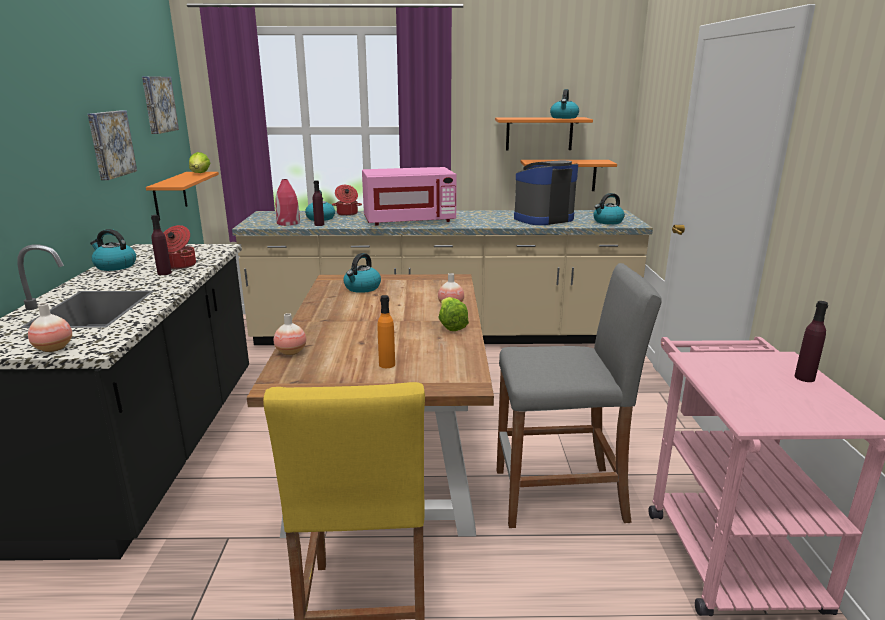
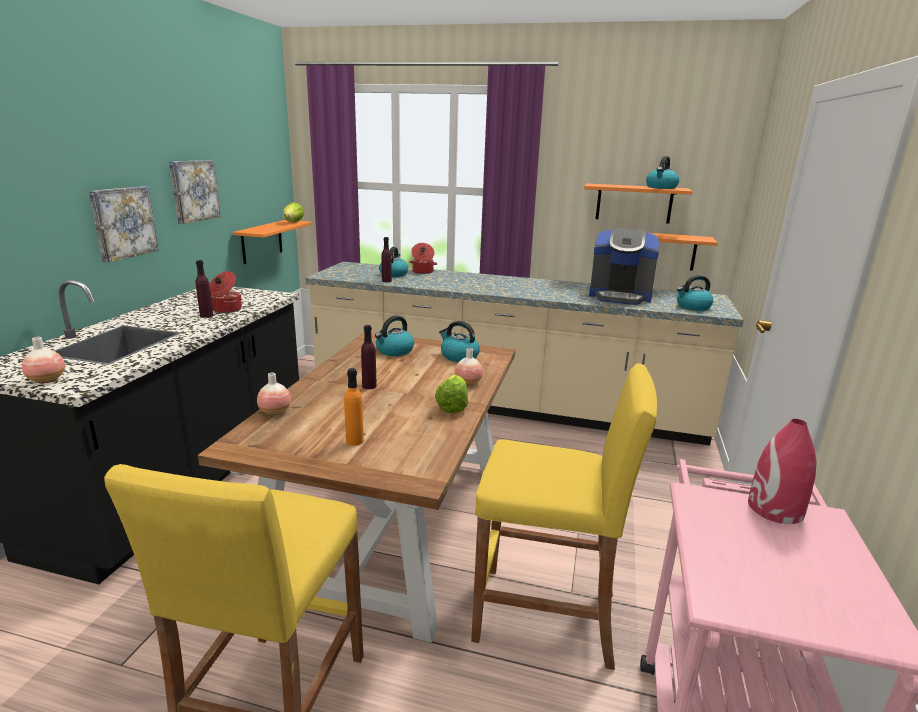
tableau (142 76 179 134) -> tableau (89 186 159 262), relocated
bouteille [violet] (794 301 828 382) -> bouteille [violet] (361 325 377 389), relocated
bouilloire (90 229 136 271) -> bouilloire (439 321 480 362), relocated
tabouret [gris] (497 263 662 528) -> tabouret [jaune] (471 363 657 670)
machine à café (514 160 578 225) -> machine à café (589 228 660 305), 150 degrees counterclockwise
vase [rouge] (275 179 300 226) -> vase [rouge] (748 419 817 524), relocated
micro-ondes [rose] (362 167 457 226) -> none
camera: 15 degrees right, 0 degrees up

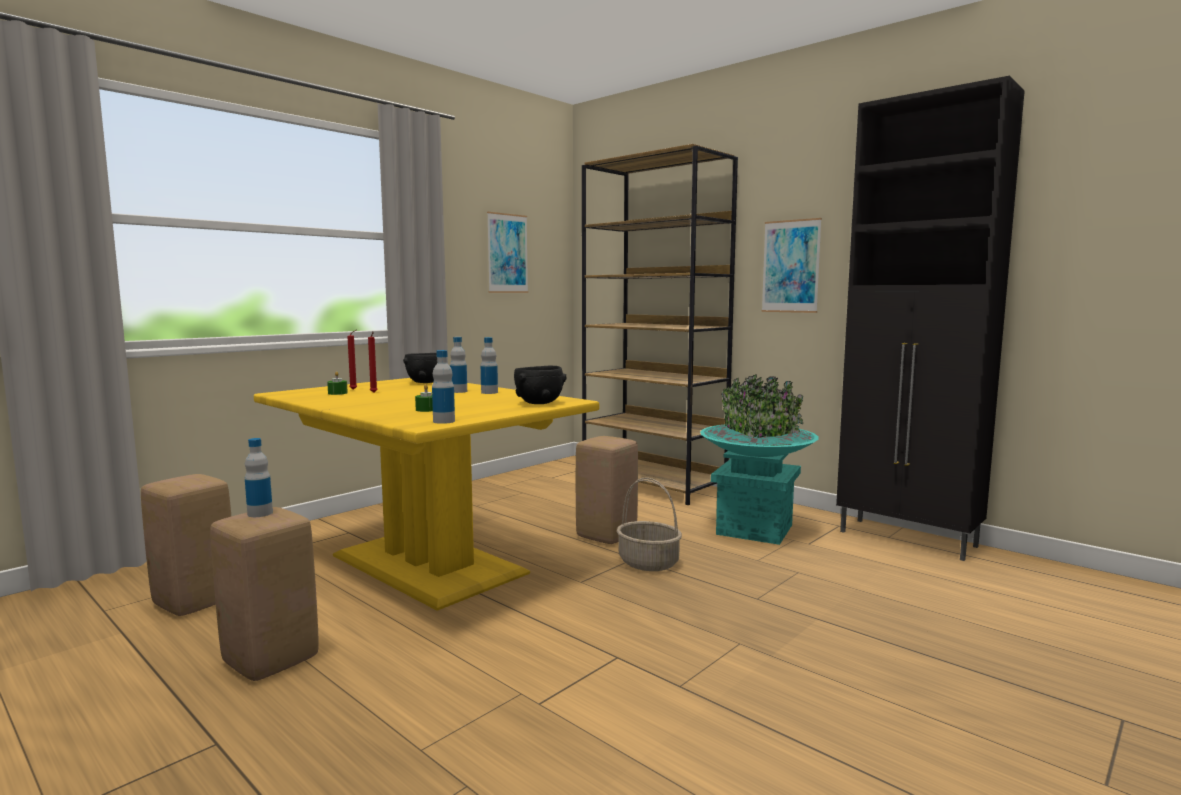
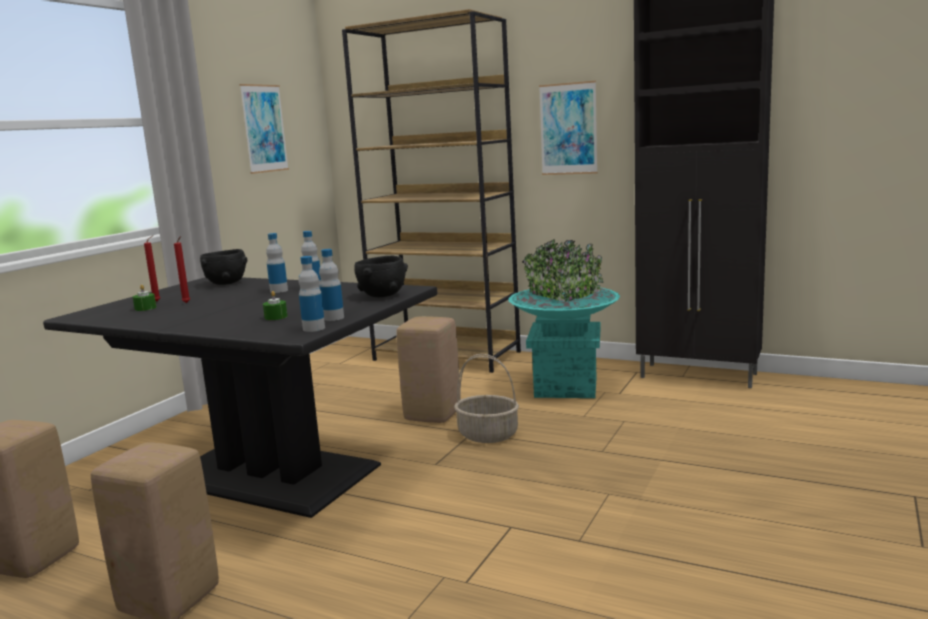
table à manger [jaune] (254 378 599 611) -> table à manger [noir] (43 277 437 518)
bouteille (245 438 273 517) -> bouteille (319 249 344 321), relocated
camera: 15 degrees left, 5 degrees up

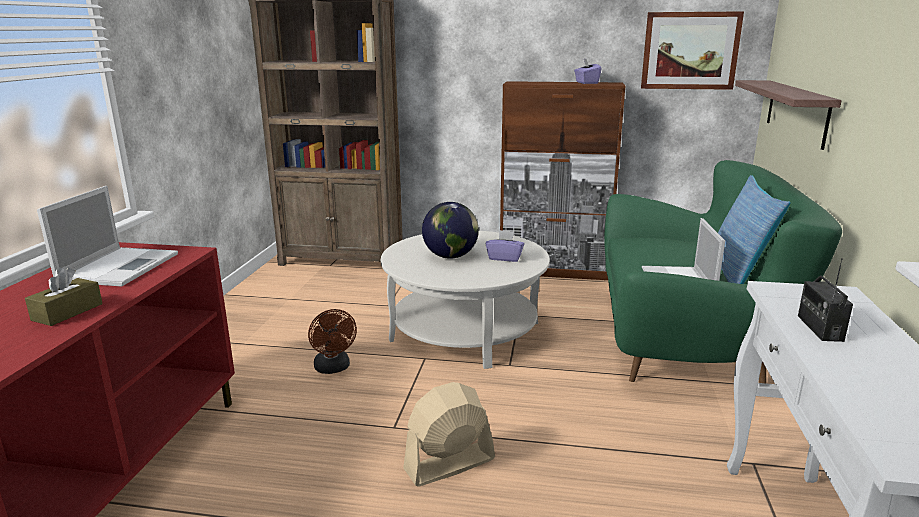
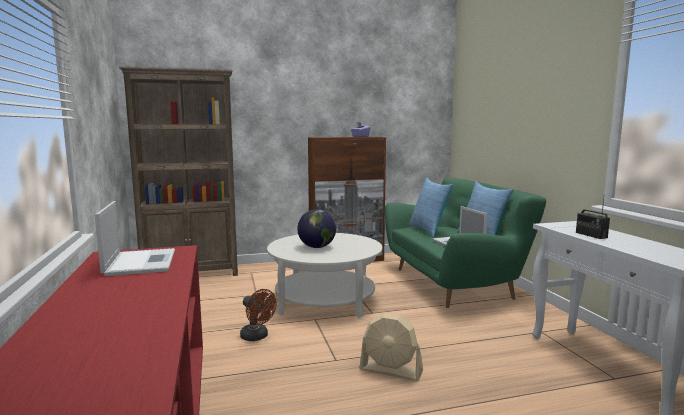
ventilateur [beige] (403 382 495 486) -> ventilateur [beige] (360 313 423 381), 105 degrees counterclockwise
none -> coussin (409 177 453 238)
boîte à mouchoirs [marron] (25 267 103 326) -> none
boîte à mouchoirs [violet] (486 230 524 262) -> none
tableau (641 11 744 90) -> none
étagère (735 80 842 150) -> none
camera: 25 degrees left, 10 degrees down

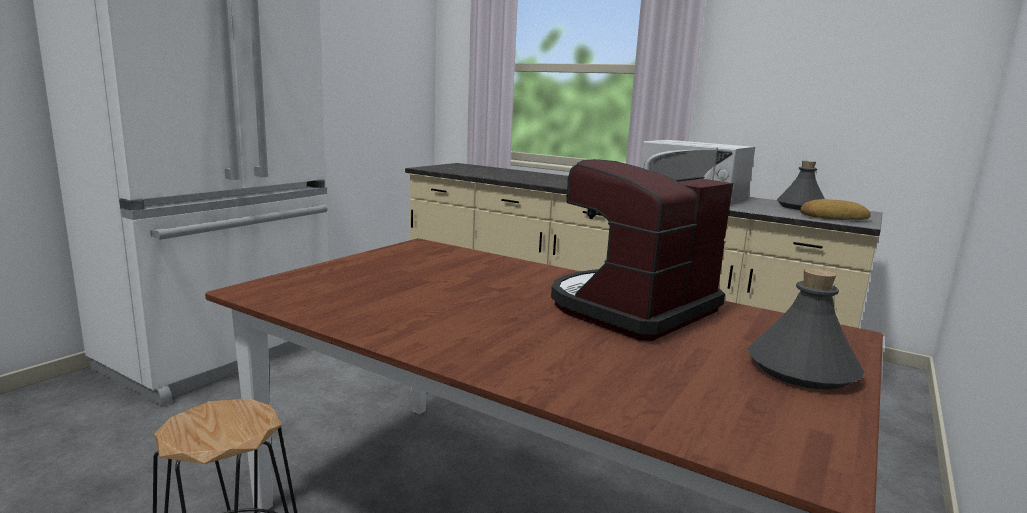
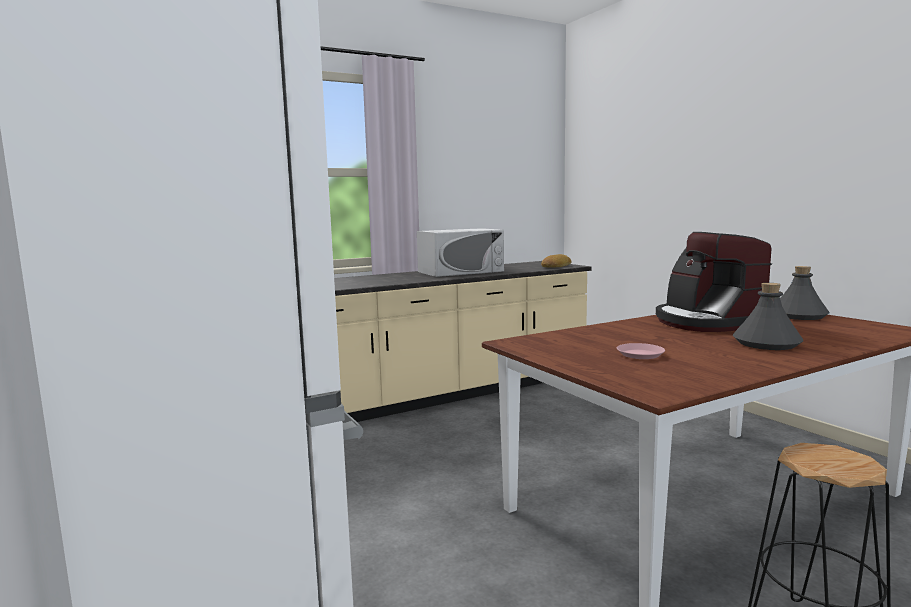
none -> assiette [rose] (617 343 665 359)
bouteille [gris] (777 161 825 210) -> bouteille [gris] (733 283 803 350), relocated
camera: 60 degrees left, 5 degrees down

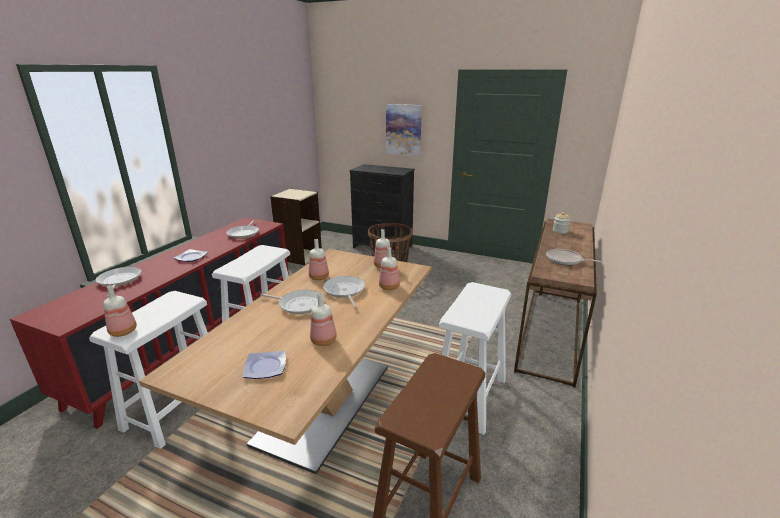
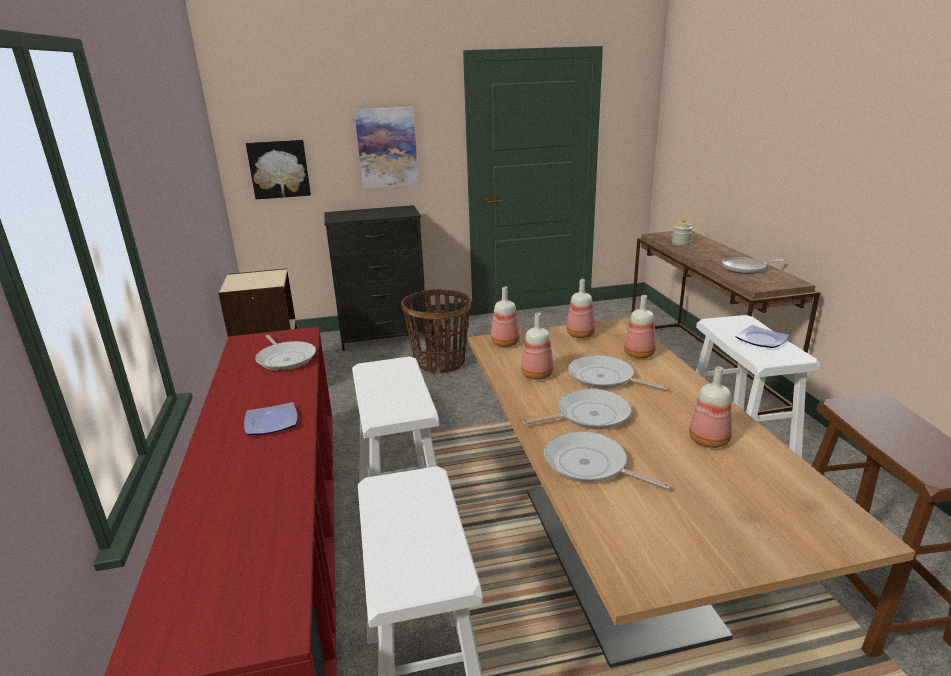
none -> tableau (246 140 311 199)
bouteille (103 285 137 337) -> bouteille (491 287 520 347), relocated
poêle (96 267 142 297) -> poêle (544 431 671 489), relocated
assiette (243 351 286 379) -> assiette (735 325 789 348), relocated
camera: 35 degrees left, 0 degrees up

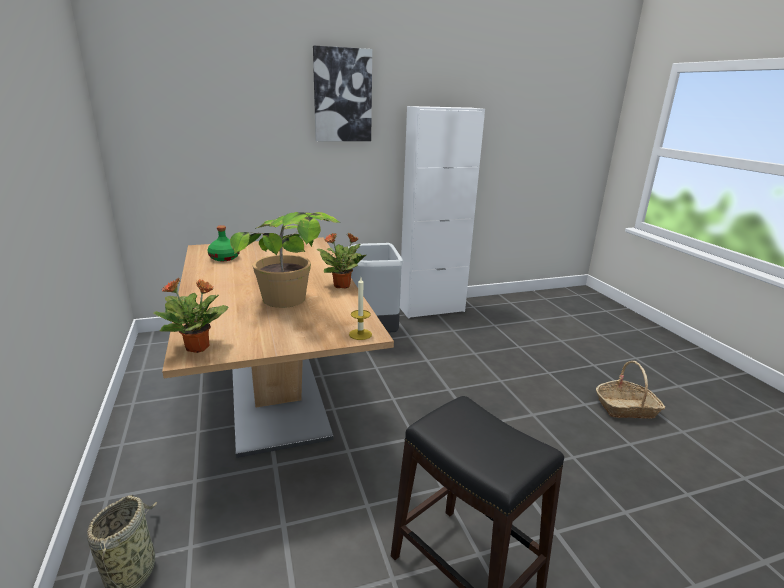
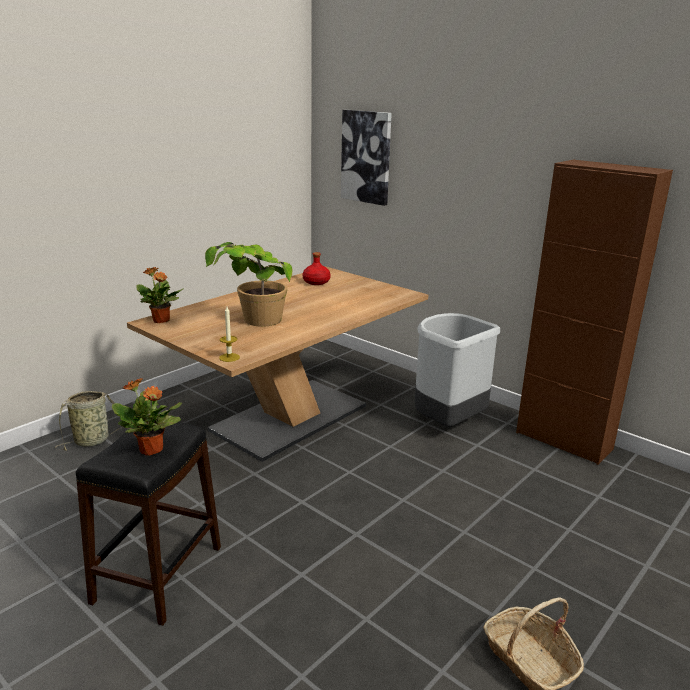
plante en pot (317 232 366 288) -> plante en pot (112 378 182 456), relocated
bouteille [vert] (207 225 240 261) -> bouteille [rouge] (303 252 331 285)
tableau (313 46 372 141) -> tableau (341 110 392 206), relocated
meuble de rangement [blanc] (400 106 485 319) -> meuble de rangement [marron] (516 160 673 465)
camera: 60 degrees right, 0 degrees up

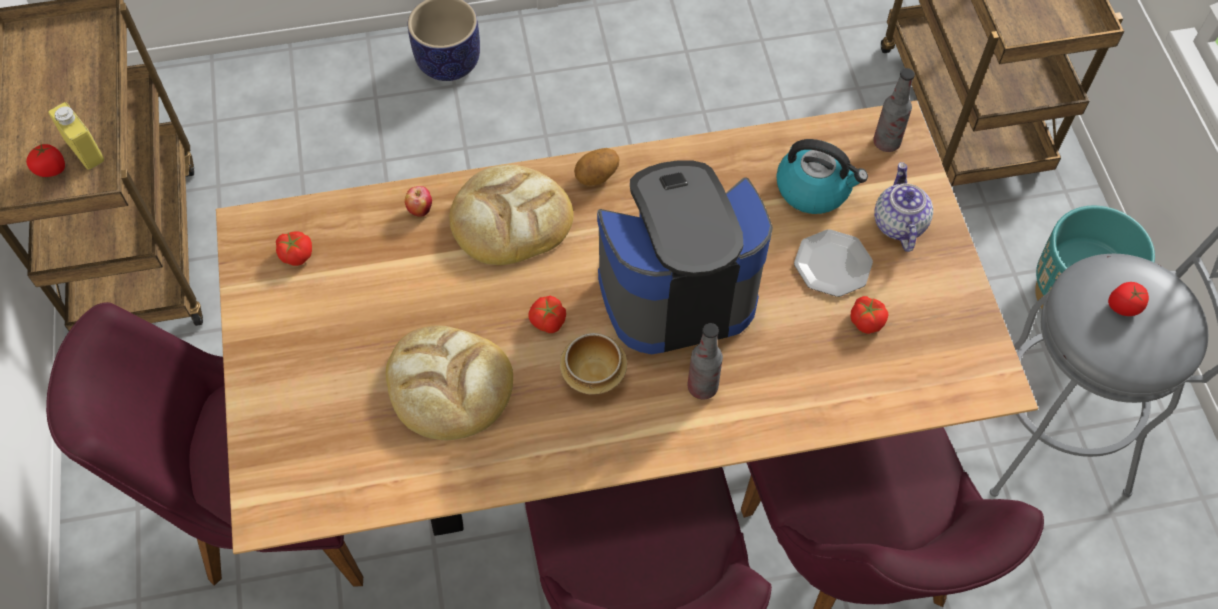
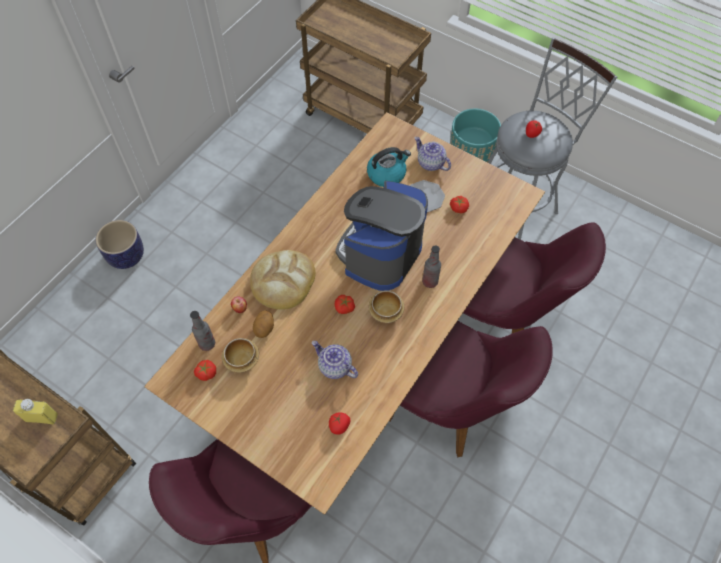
bouteille (873 68 915 152) -> bouteille (190 311 215 351), relocated
none -> bol (222 338 259 373)
pomme de terre (574 148 619 186) -> pomme de terre (253 310 274 338), relocated
pain (386 325 513 440) -> théière (312 341 358 379)
tomate (26 144 65 177) -> tomate (329 412 350 435), relocated
camera: 45 degrees left, 0 degrees up

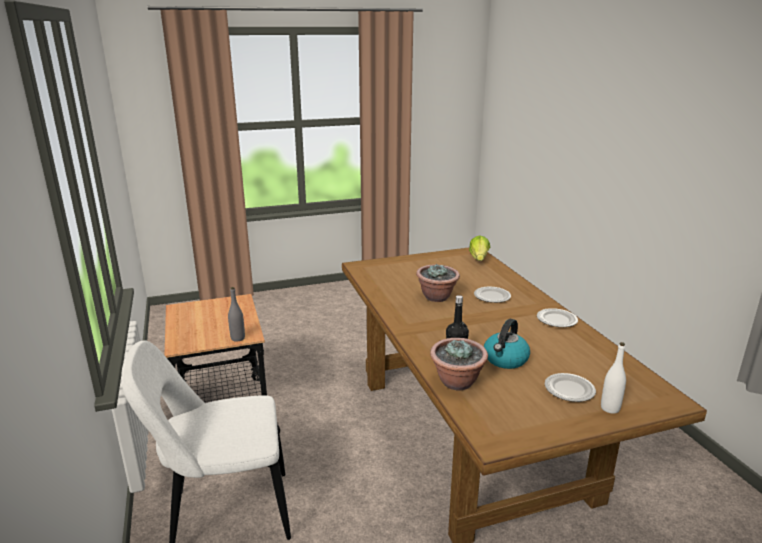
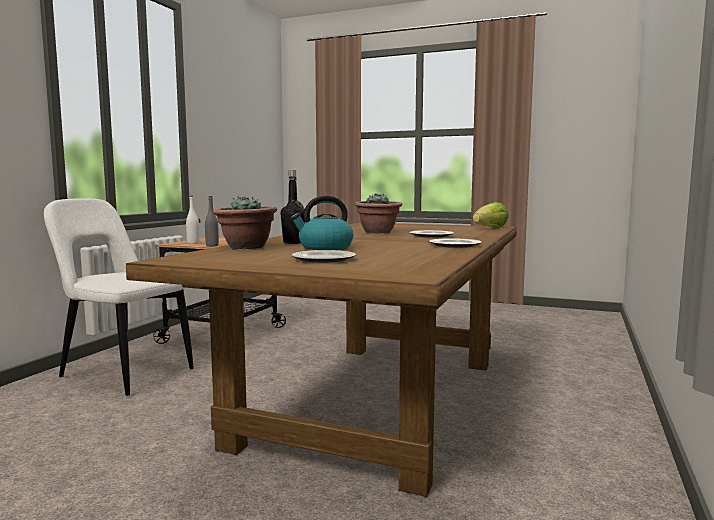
bouteille [blanc] (601 342 626 414) -> bouteille [blanc] (186 196 200 244), relocated
camera: 40 degrees right, 15 degrees down

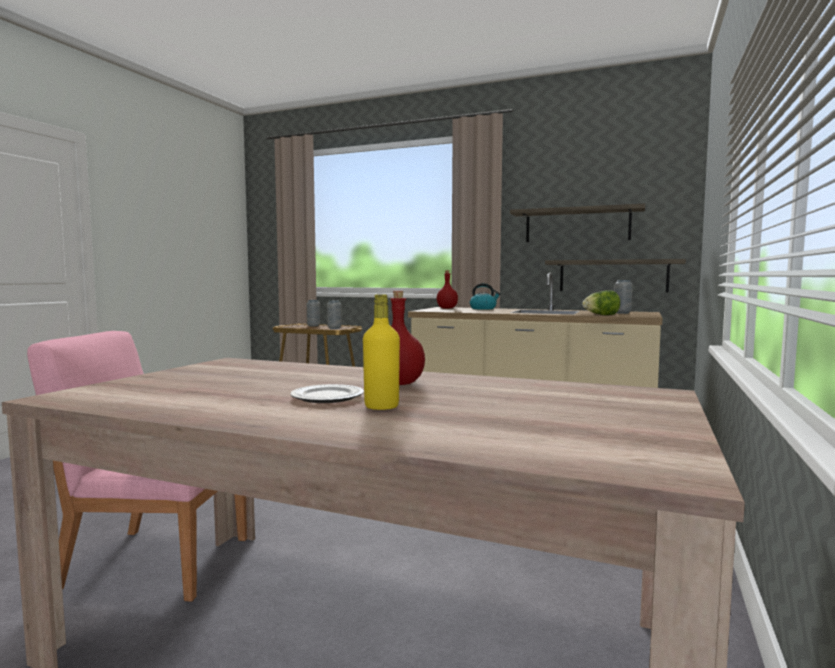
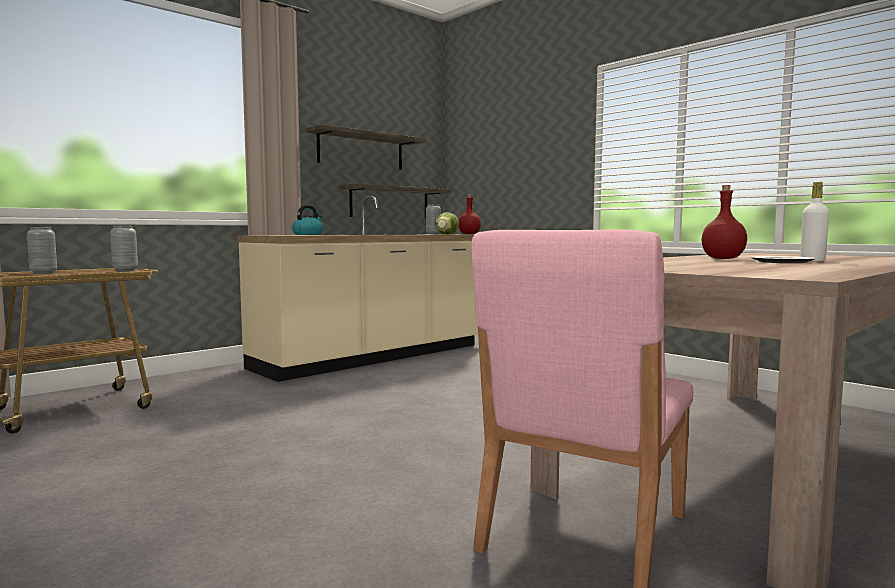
bouteille [rouge] (436 270 458 309) -> bouteille [rouge] (458 195 481 234), relocated
bouteille [jaune] (363 294 400 410) -> bouteille [blanc] (801 182 830 261)
camera: 65 degrees left, 0 degrees up

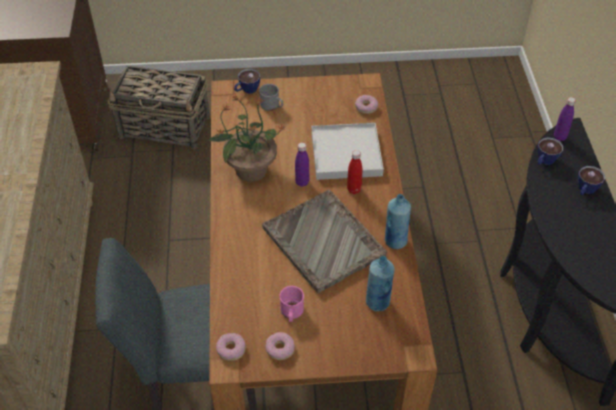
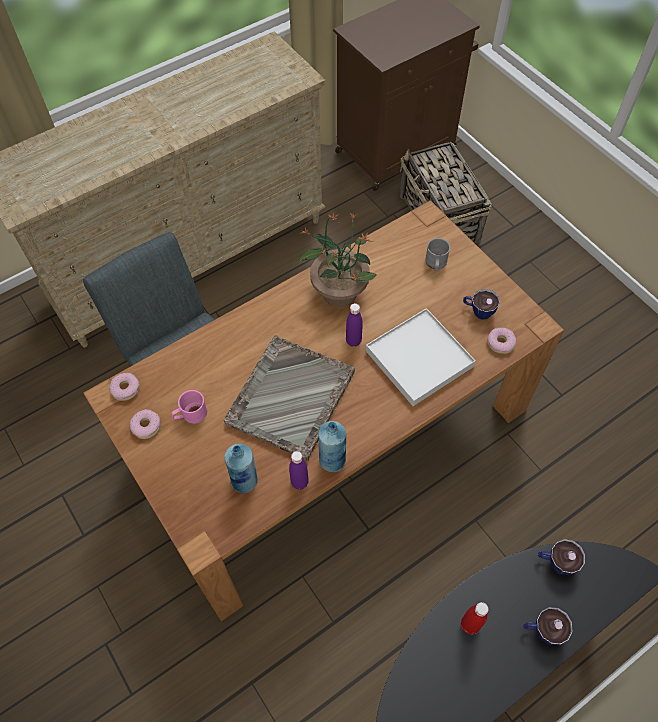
bouteille [violet] (554 97 576 141) -> bouteille [violet] (289 451 309 490), relocated
bouteille [rouge] (347 150 362 194) -> bouteille [rouge] (461 602 489 635), relocated
tasse (234 69 260 94) -> tasse (463 289 500 320), relocated
camera: 60 degrees right, 10 degrees up

